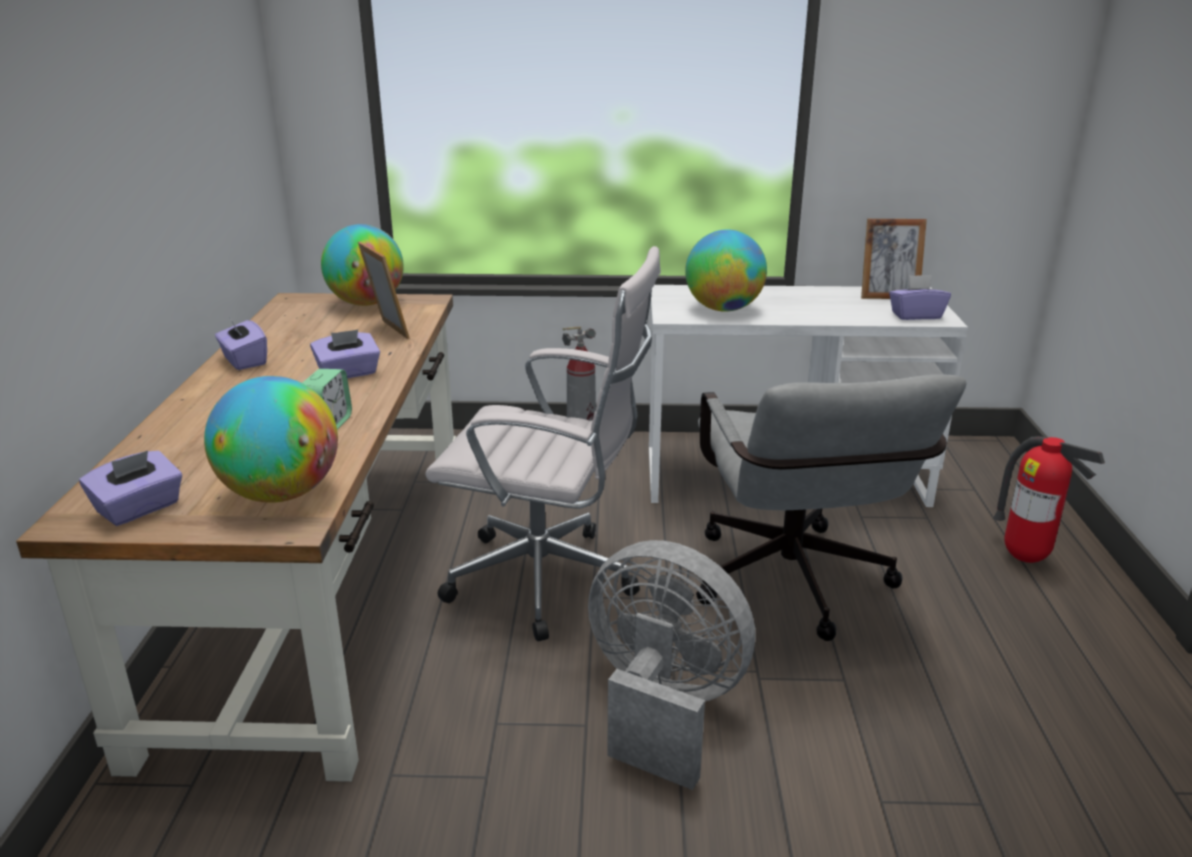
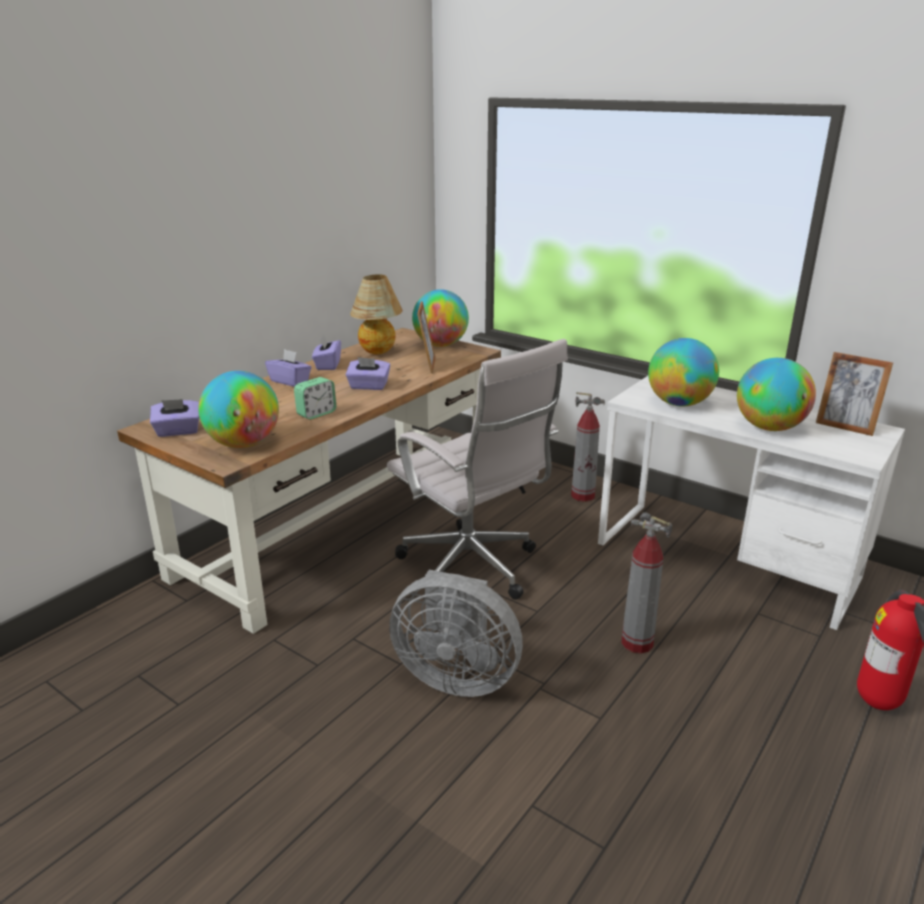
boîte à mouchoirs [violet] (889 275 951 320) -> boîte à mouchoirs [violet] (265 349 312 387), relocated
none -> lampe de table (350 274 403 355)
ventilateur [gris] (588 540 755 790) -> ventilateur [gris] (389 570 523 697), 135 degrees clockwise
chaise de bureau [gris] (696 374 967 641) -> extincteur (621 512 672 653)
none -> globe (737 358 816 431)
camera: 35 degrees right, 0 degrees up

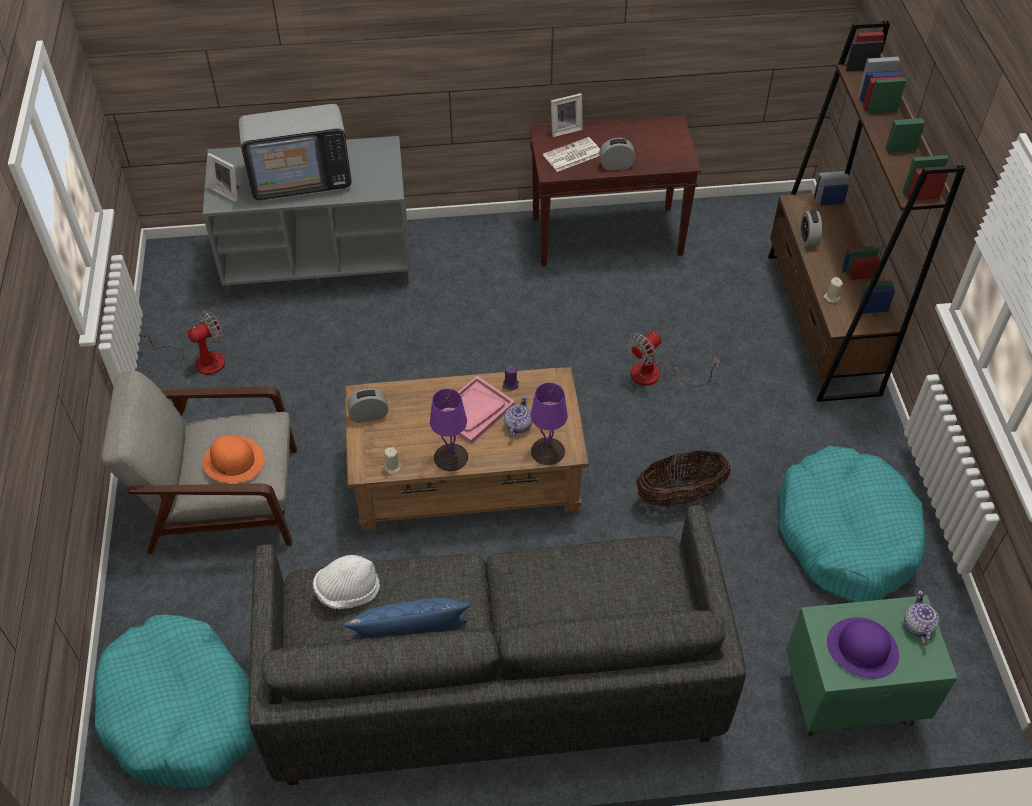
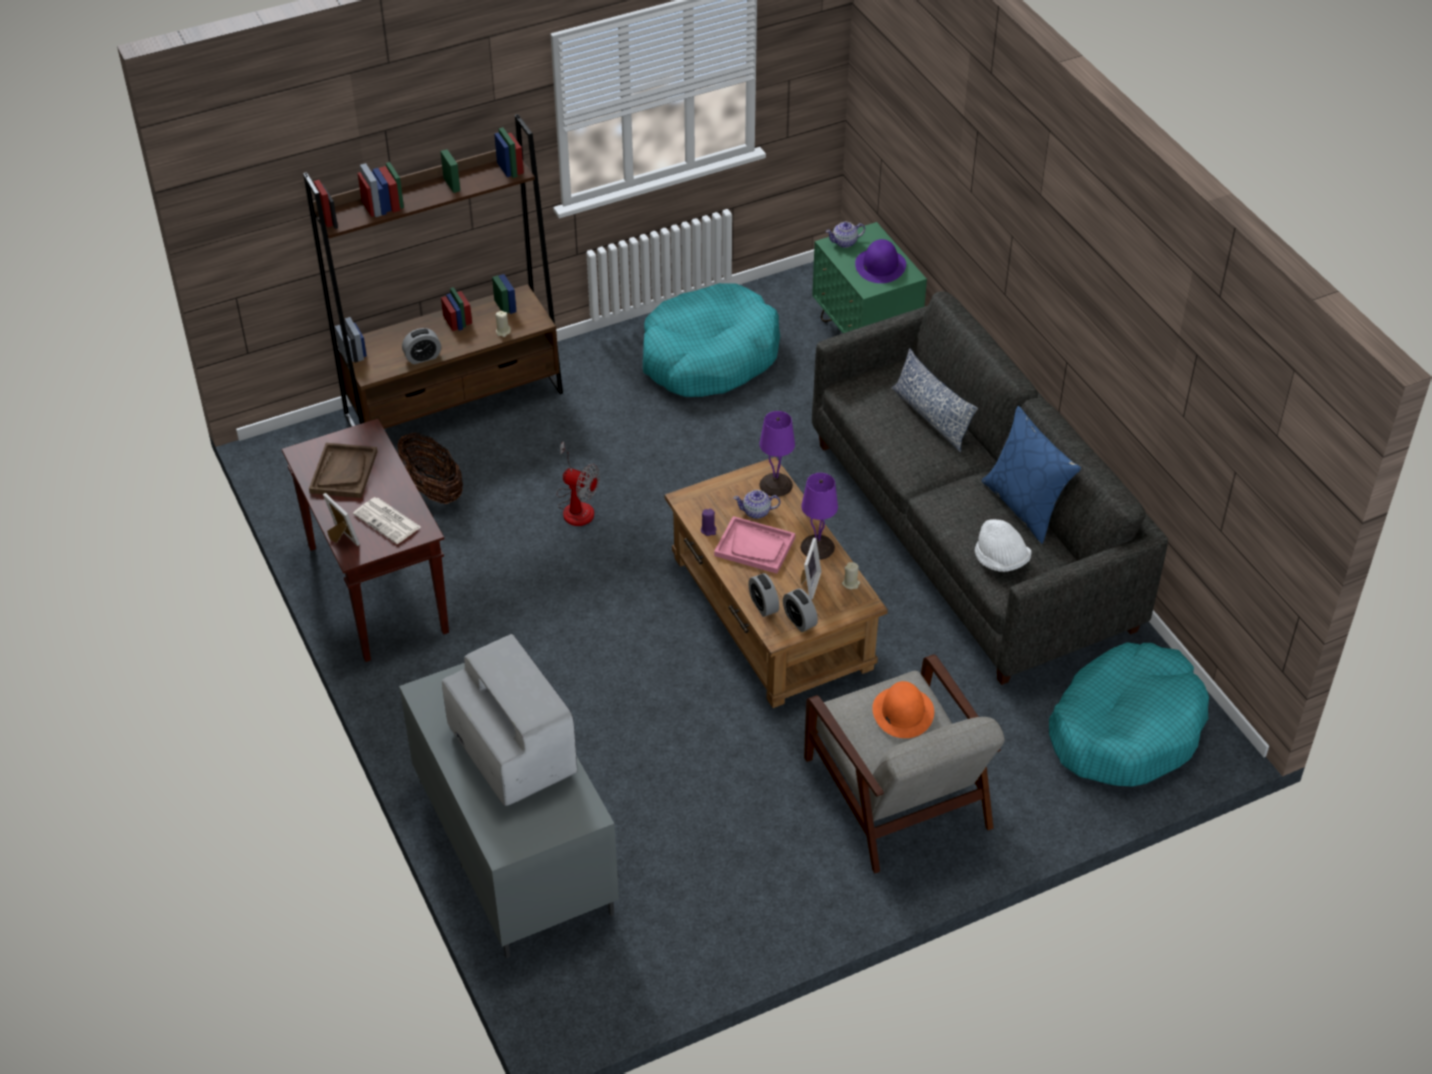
none -> plateau [marron] (309 443 378 498)
panier (635 450 730 507) -> panier (398 433 463 504), relocated
réveil (599 138 635 170) -> réveil (748 573 779 617), relocated
cadre photo (208 153 239 202) -> cadre photo (801 538 821 600), relocated
none -> coussin (891 348 978 452)
ventilateur (140 310 225 375) -> none
camera: 110 degrees left, 5 degrees down

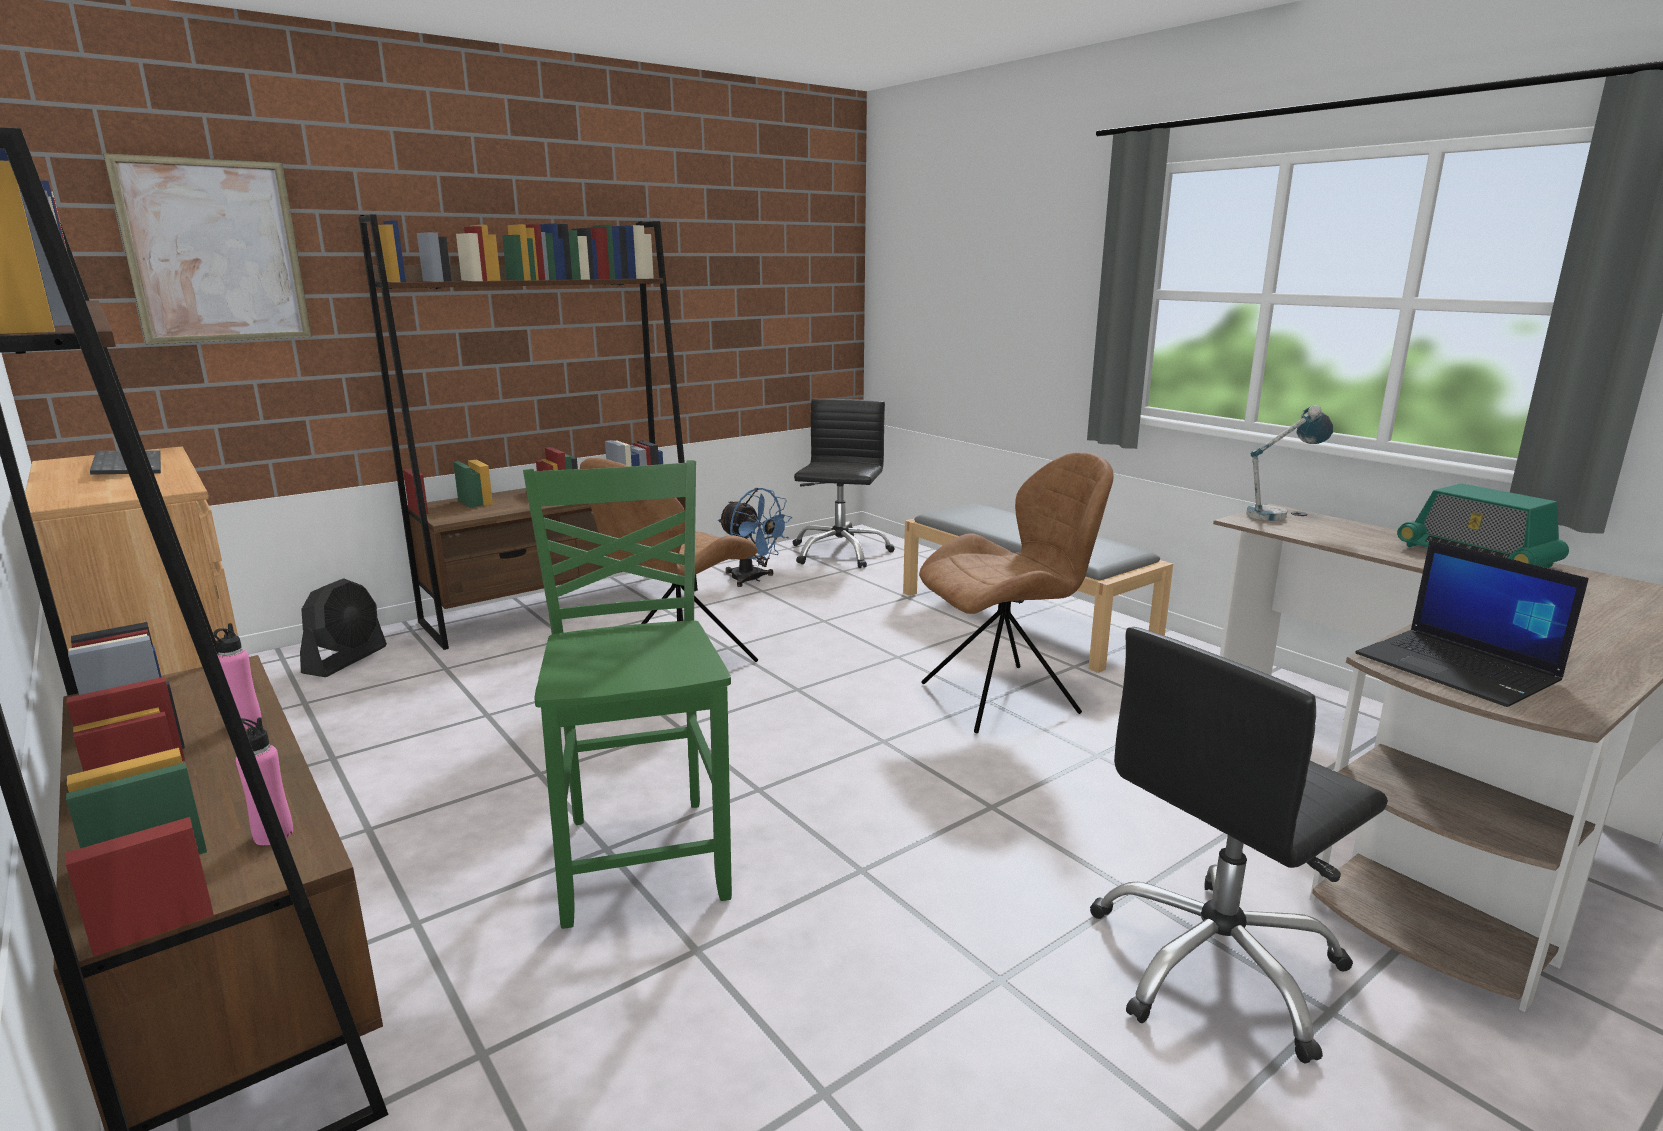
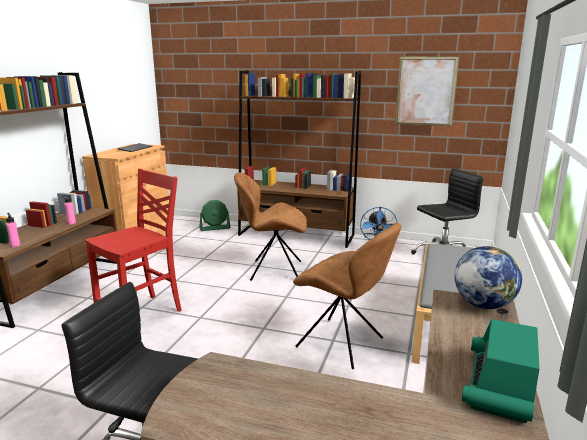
chaise [vert] (523 460 732 929) -> chaise [rouge] (86 169 182 312)
ventilateur [noir] (300 578 387 677) -> ventilateur [vert] (199 200 231 231)
tableau (103 153 312 344) -> tableau (395 56 459 126), relocated
lampe de table (1246 406 1333 521) -> globe (454 246 522 309)
ordinateur portable (1355 540 1589 707) -> none
camera: 55 degrees right, 0 degrees up

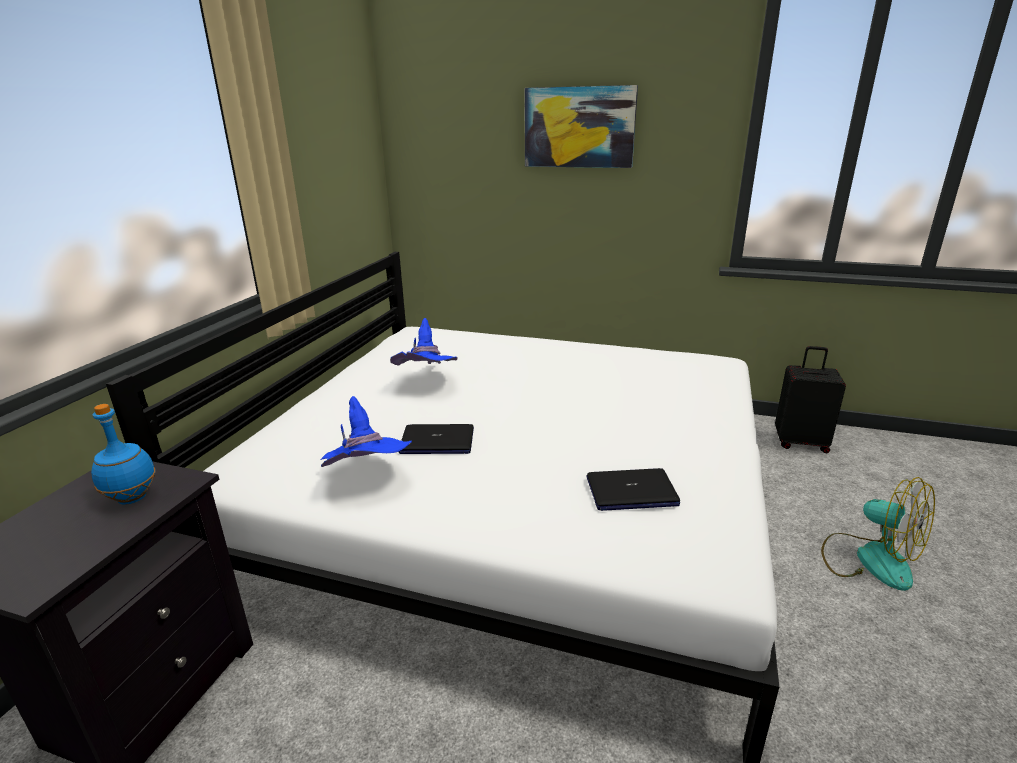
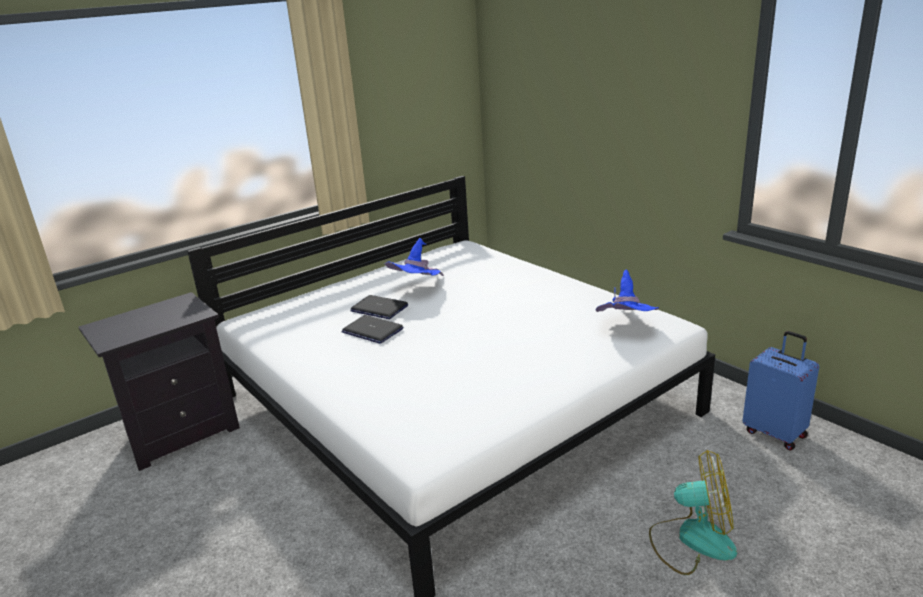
ordinateur portable (587 468 680 511) -> ordinateur portable (350 295 408 319), relocated
chapeau [bleu] (321 396 412 467) -> chapeau [bleu] (596 270 659 312), relocated
ventilateur (821 477 935 591) -> ventilateur (649 450 737 575), 75 degrees counterclockwise
valise [noir] (775 346 846 453) -> valise [bleu] (743 331 819 451)
bouteille [bleu] (91 404 156 505) -> none
tableau (525 85 638 168) -> none
camera: 35 degrees right, 0 degrees up

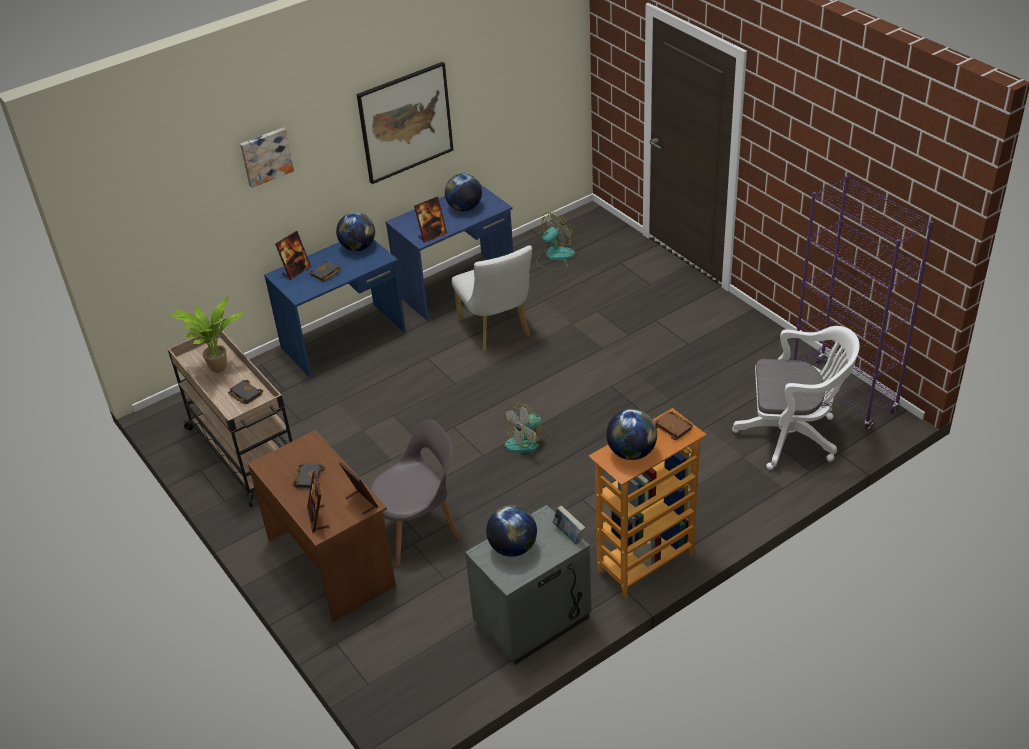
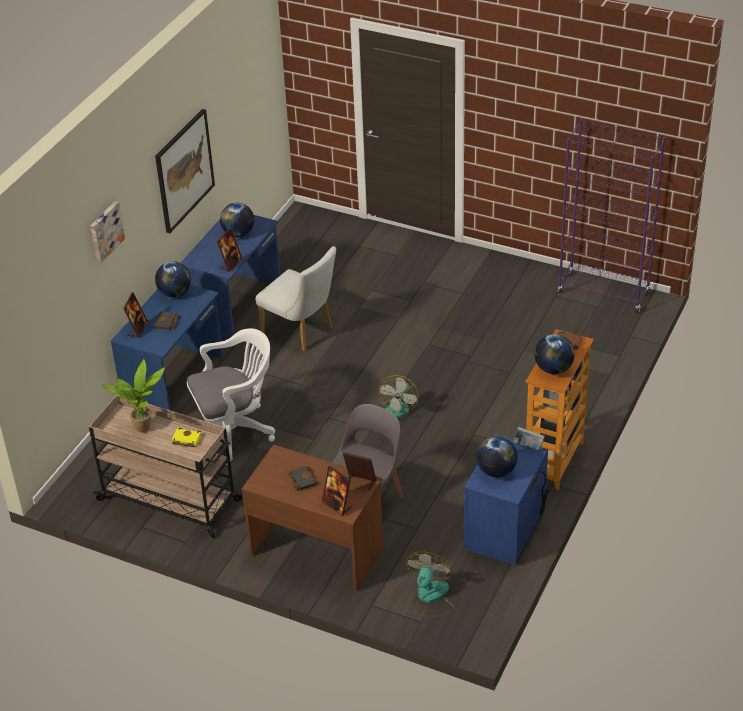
livre [noir] (228 380 263 404) -> livre [jaune] (172 428 201 447)
chaise de bureau [blanc] (732 326 860 470) -> chaise de bureau [blanc] (187 328 275 465), relocated
ventilateur (536 212 575 271) -> ventilateur (406 551 455 617), relocated
table de chevet [gris] (465 505 592 665) -> table de chevet [bleu] (464 434 549 565)
camera: 30 degrees left, 0 degrees up

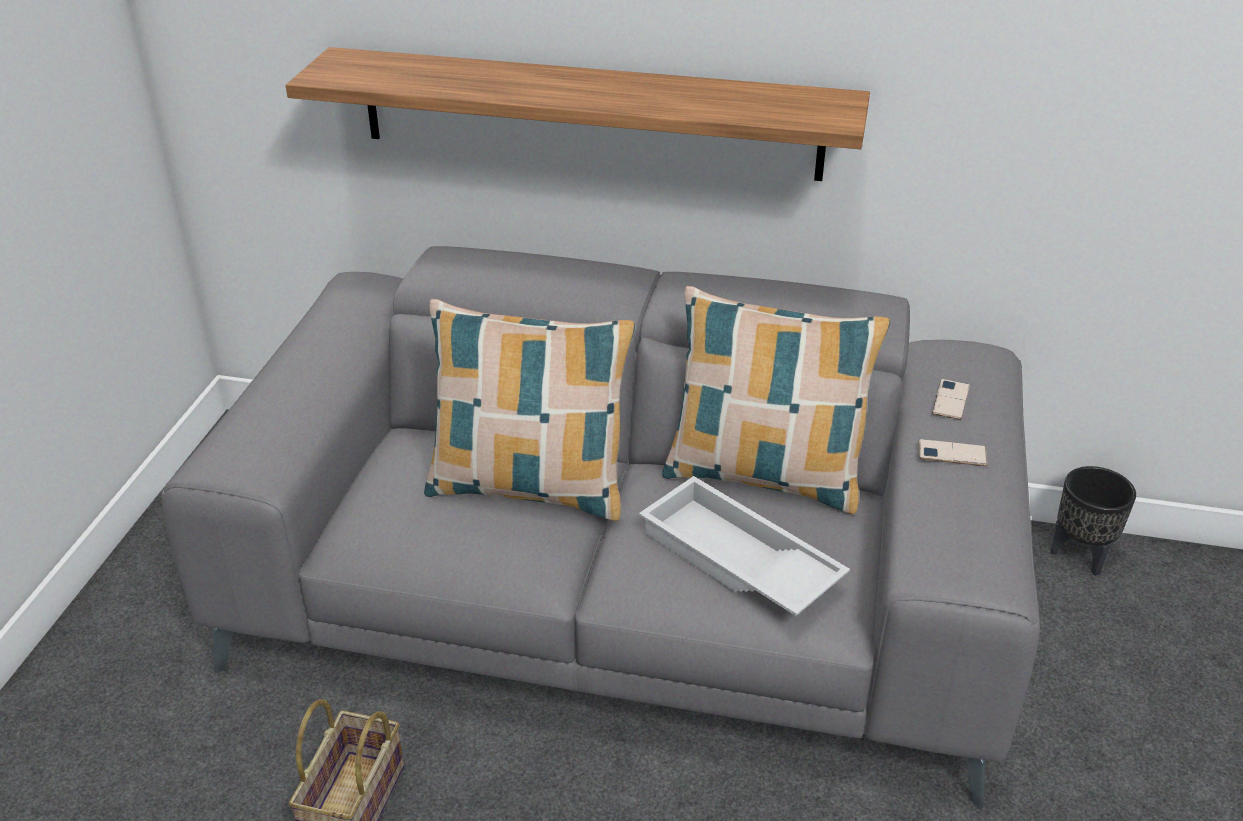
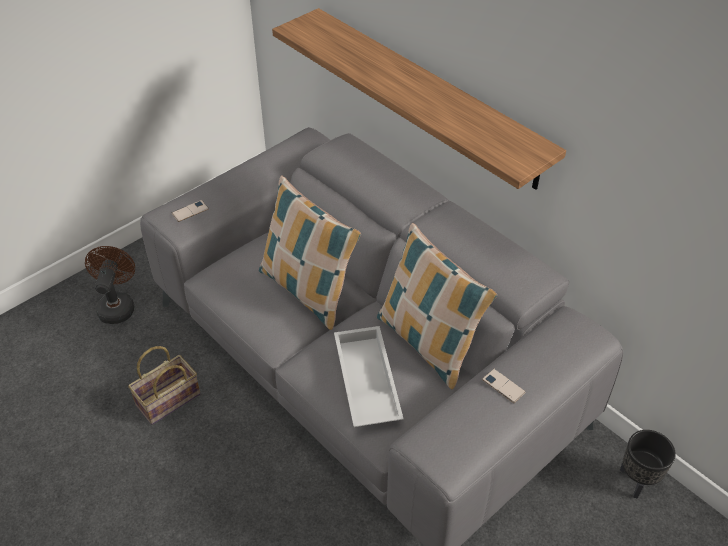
none -> ventilateur [marron] (85 246 135 324)
téléphone (932 379 970 420) -> téléphone (171 200 209 222), relocated
camera: 35 degrees right, 10 degrees up

